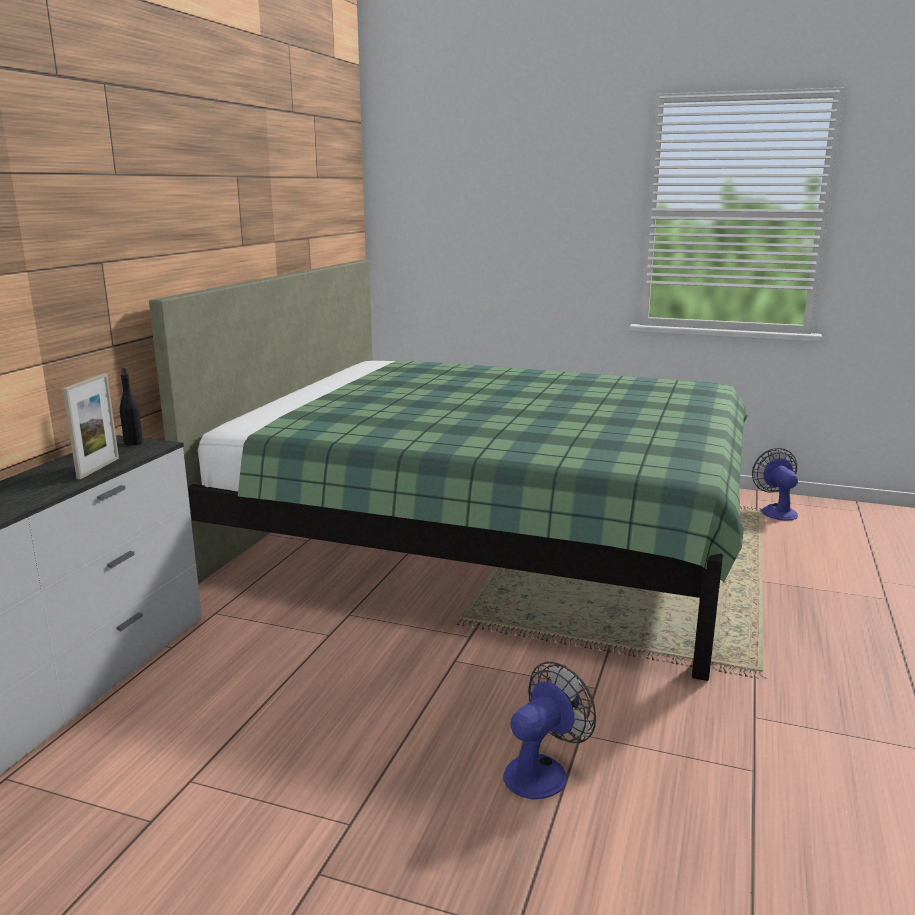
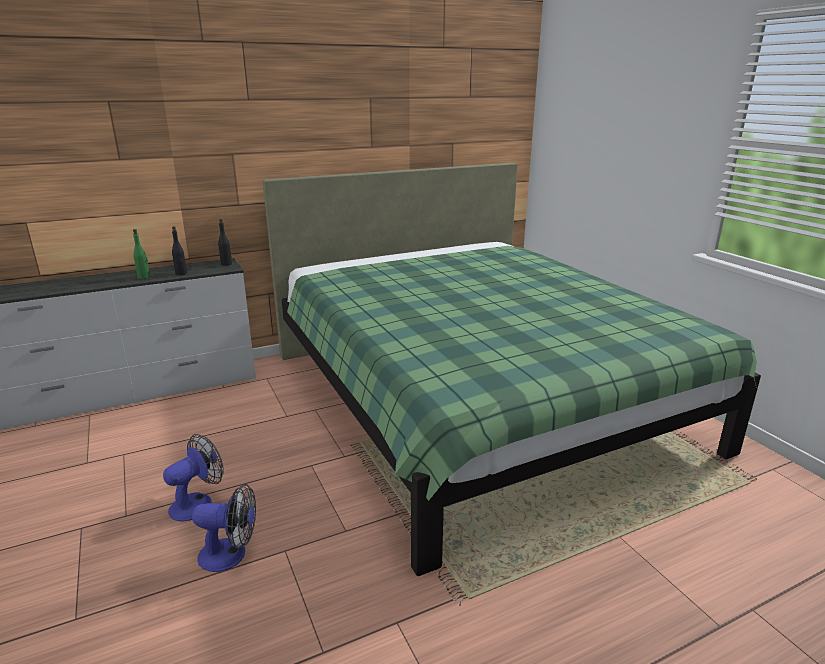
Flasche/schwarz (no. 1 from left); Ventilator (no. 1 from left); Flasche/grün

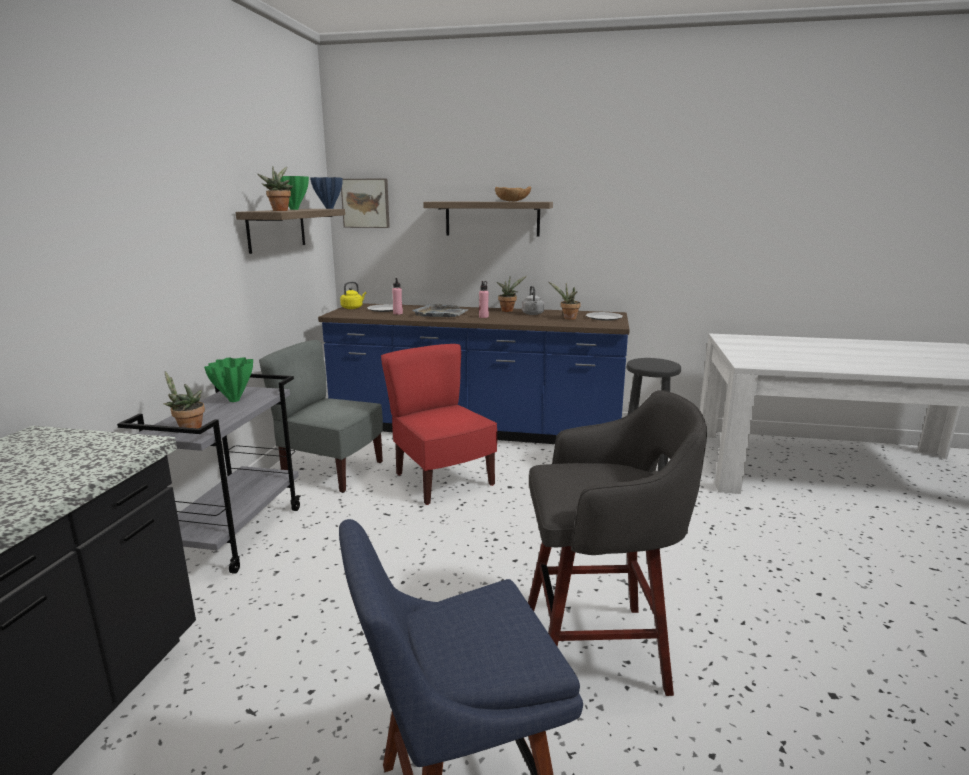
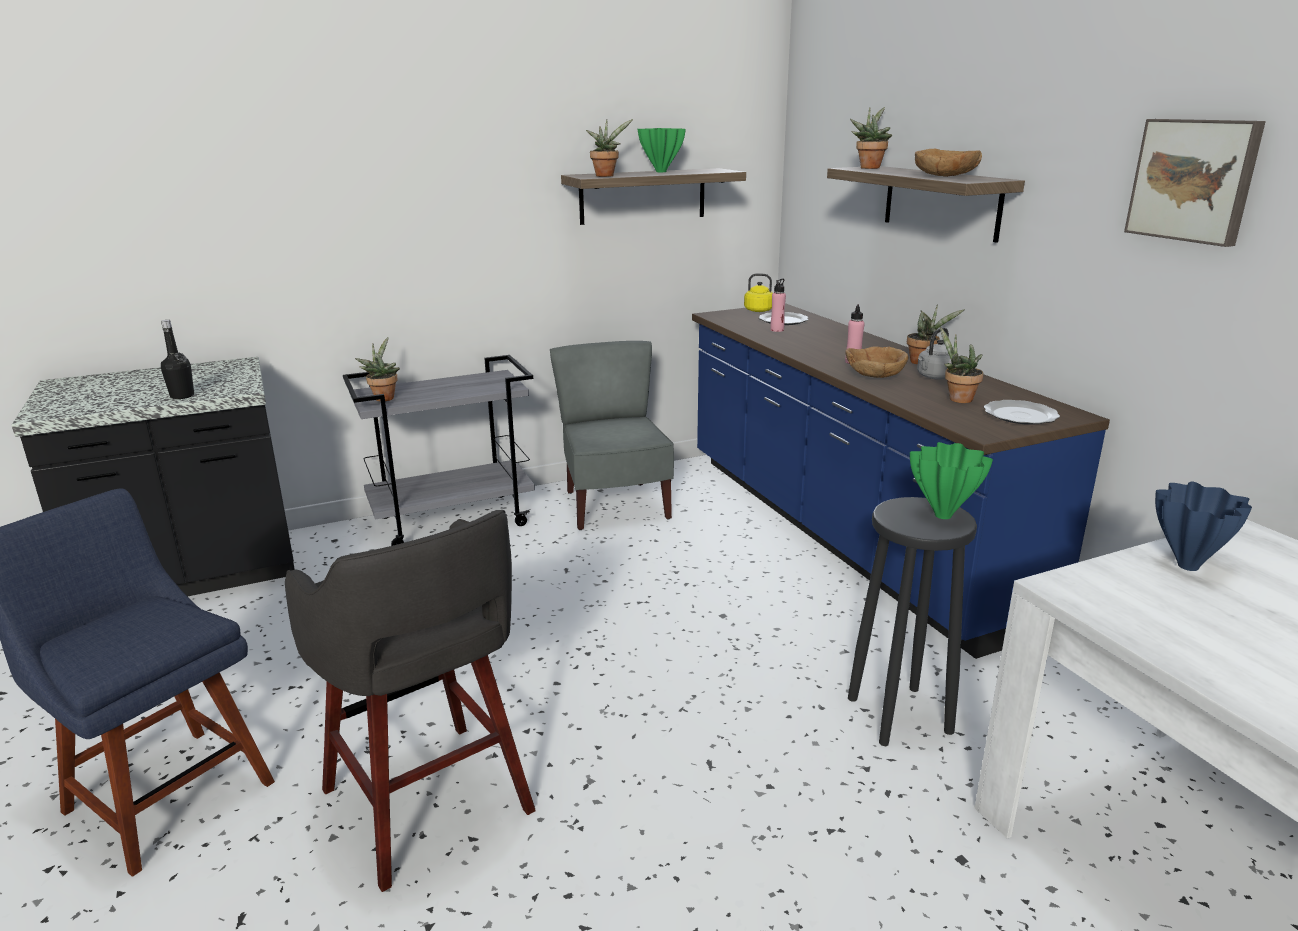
Vase/blau; Bild; Tablett/grau; Stuhl/rot; Vase/grün (no. 2 from left); Topfpflanze (no. 3 from left); Flasche/schwarz; Schüssel/braun (no. 1 from left)

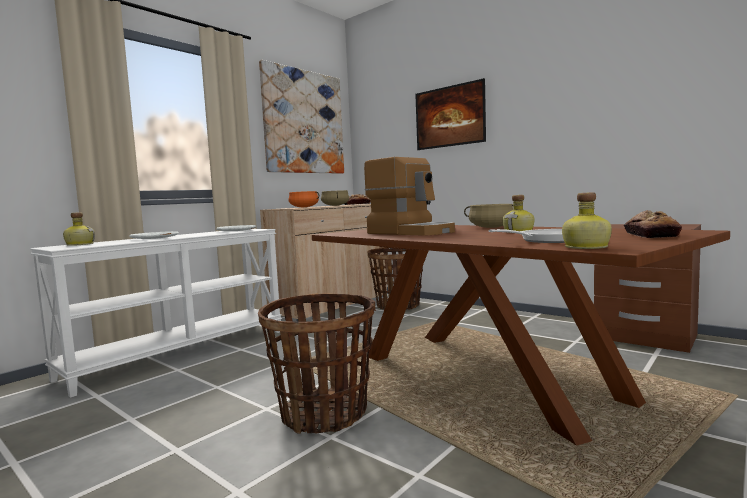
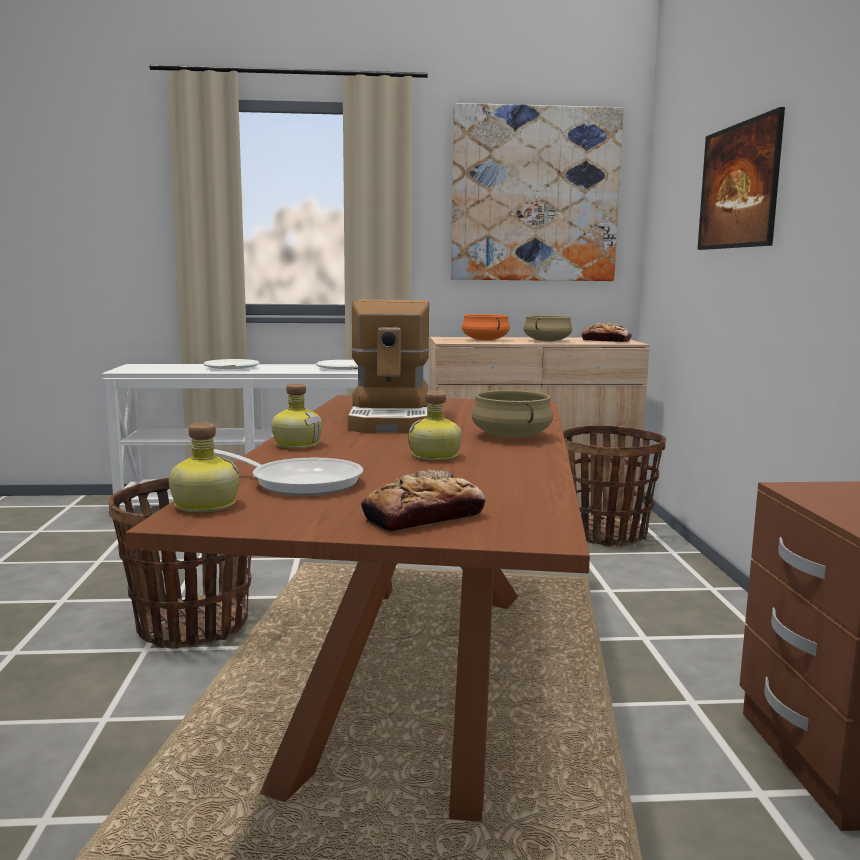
Flasche (no. 2 from left)

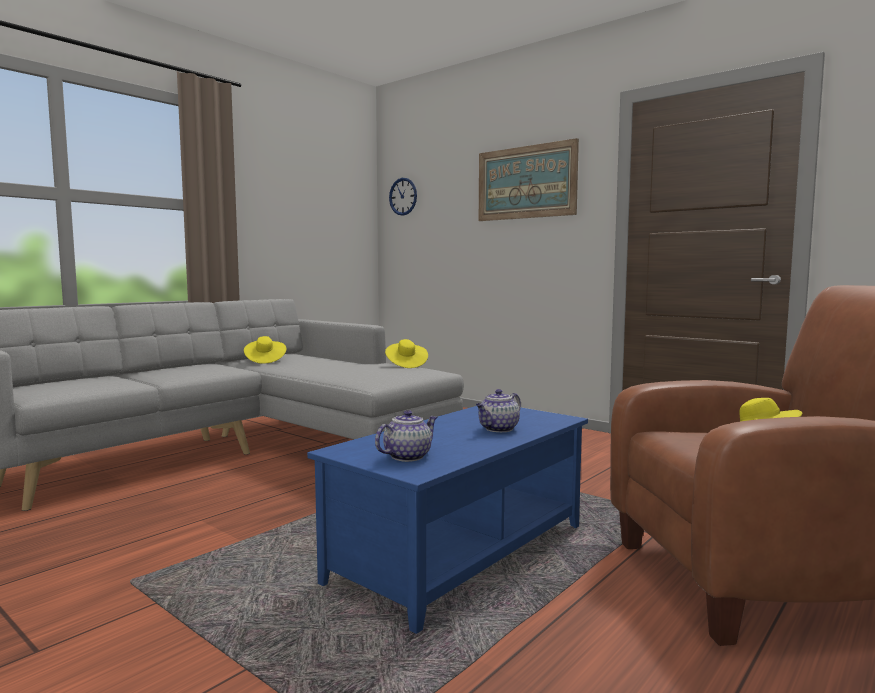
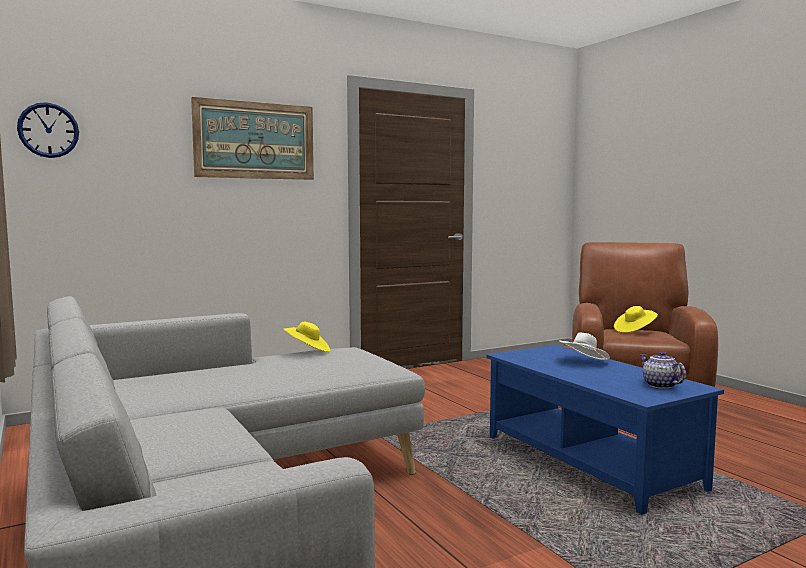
Hut/gelb (no. 1 from left in the first image); Hut/weiß

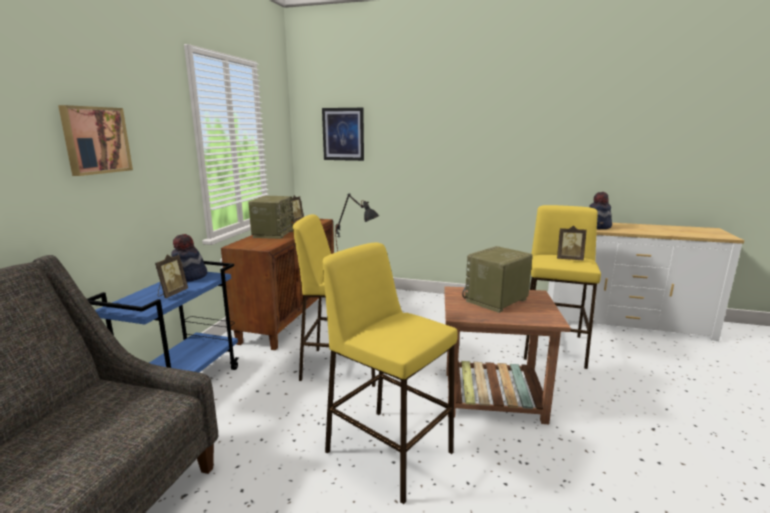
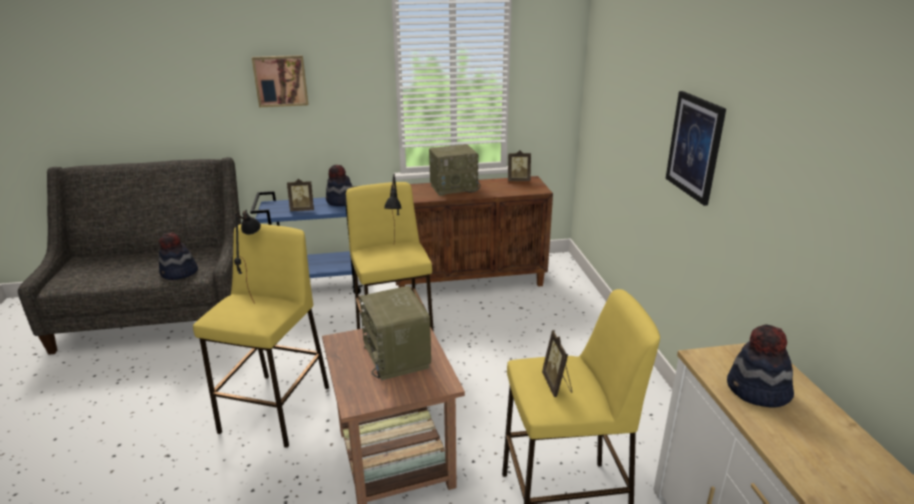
Bild (no. 2 from left); Radio (no. 1 from left); Tischlampe/schwarz (no. 1 from left); Hut (no. 1 from left)

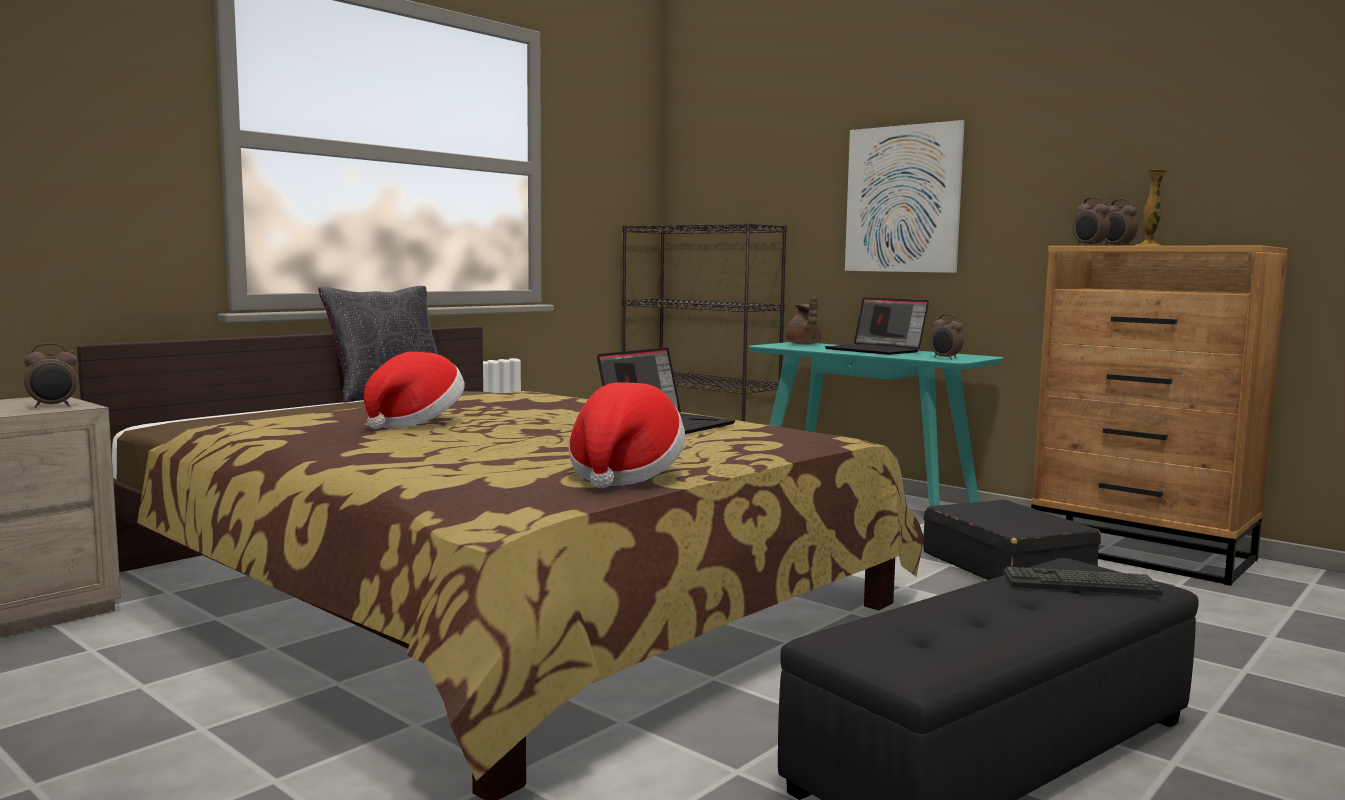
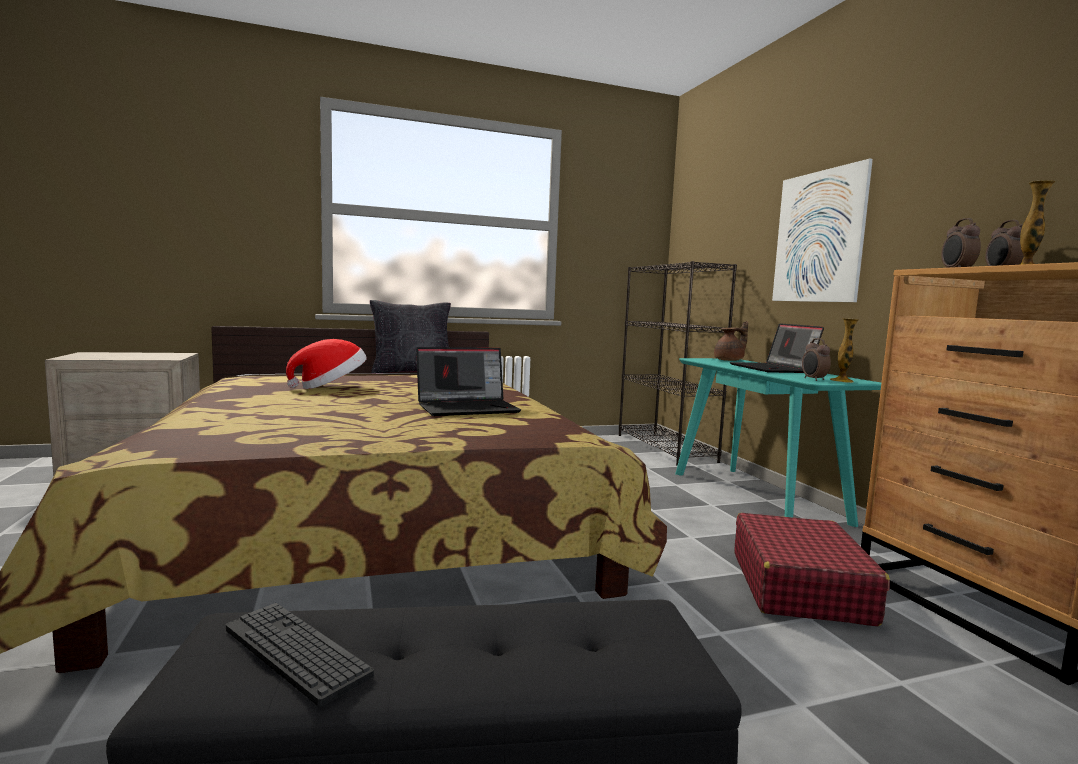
Teekanne/braun; Wecker (no. 1 from left in the first image); Hut (no. 2 from left in the first image); Koffer/rot; Tastatur; Vase (no. 1 from left)

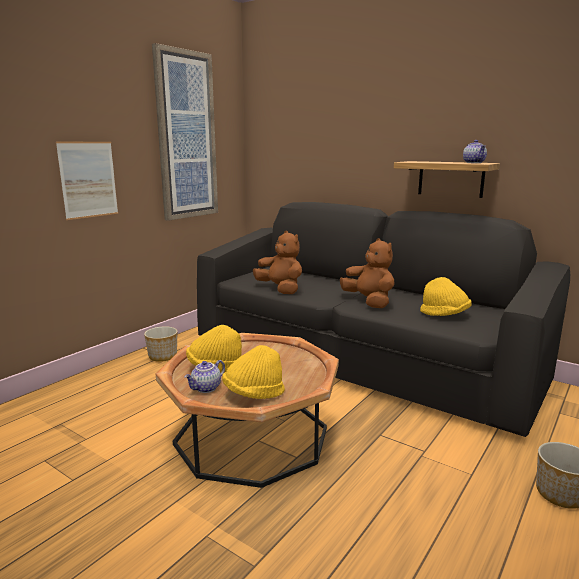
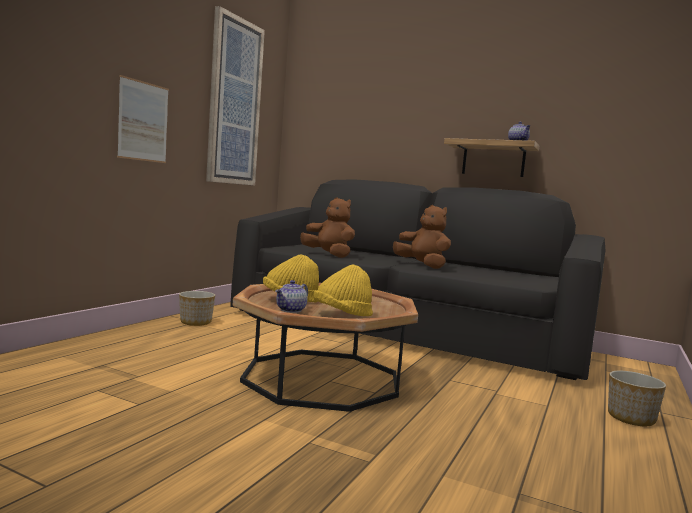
Hut/gelb (no. 3 from left in the first image)

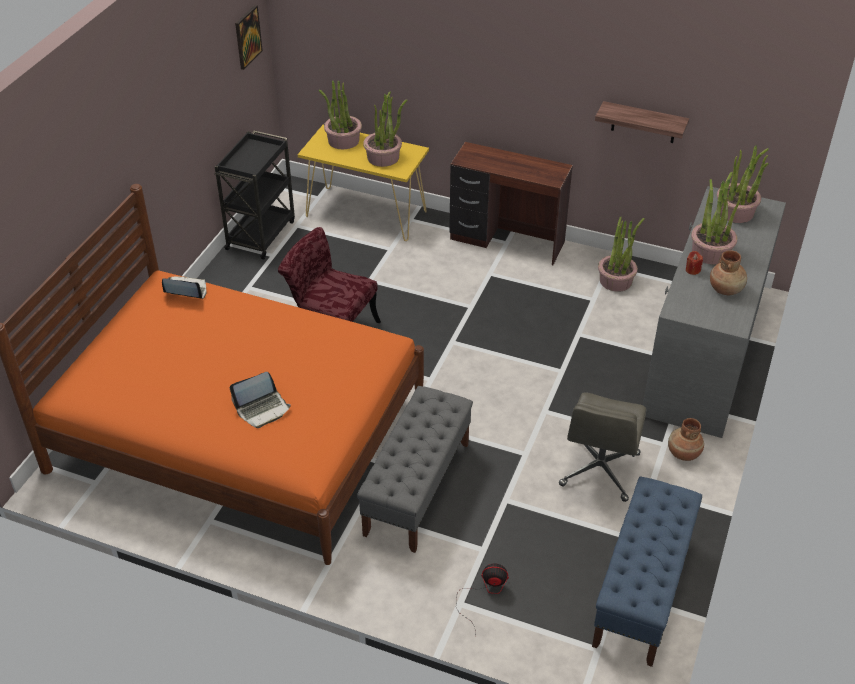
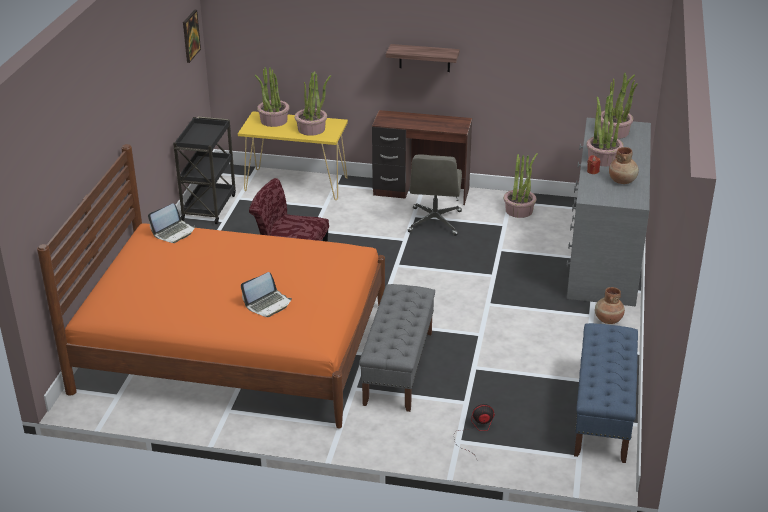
Wandregal; Laptop (no. 1 from left); Bürostuhl/grau

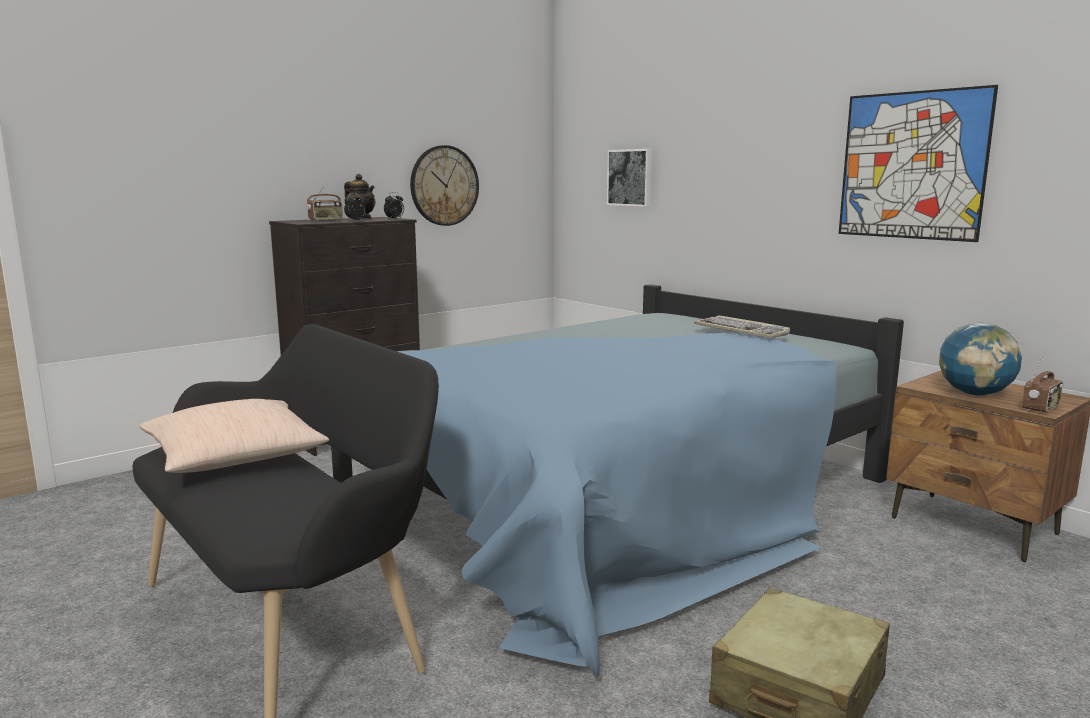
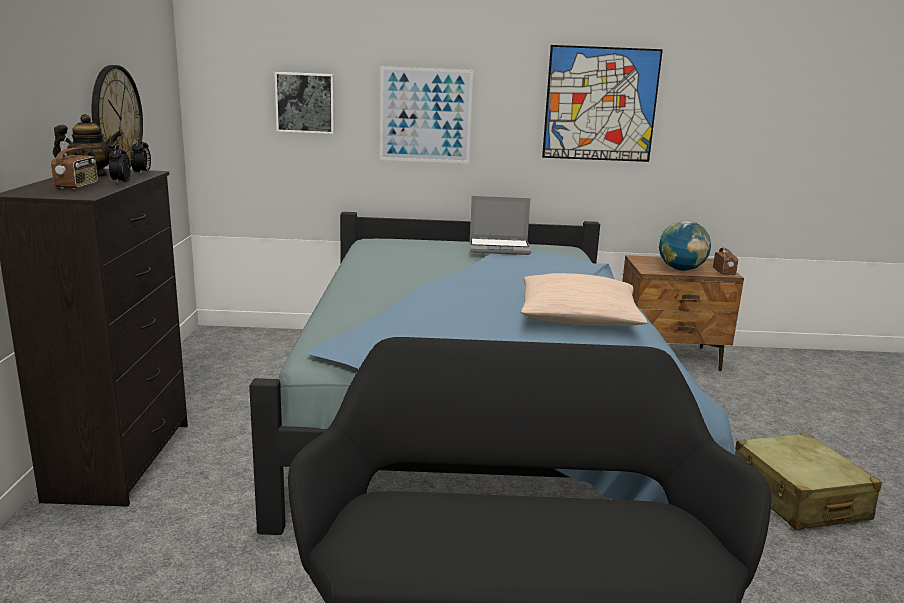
Laptop; Kissen/beige; Bild (no. 2 from left)

